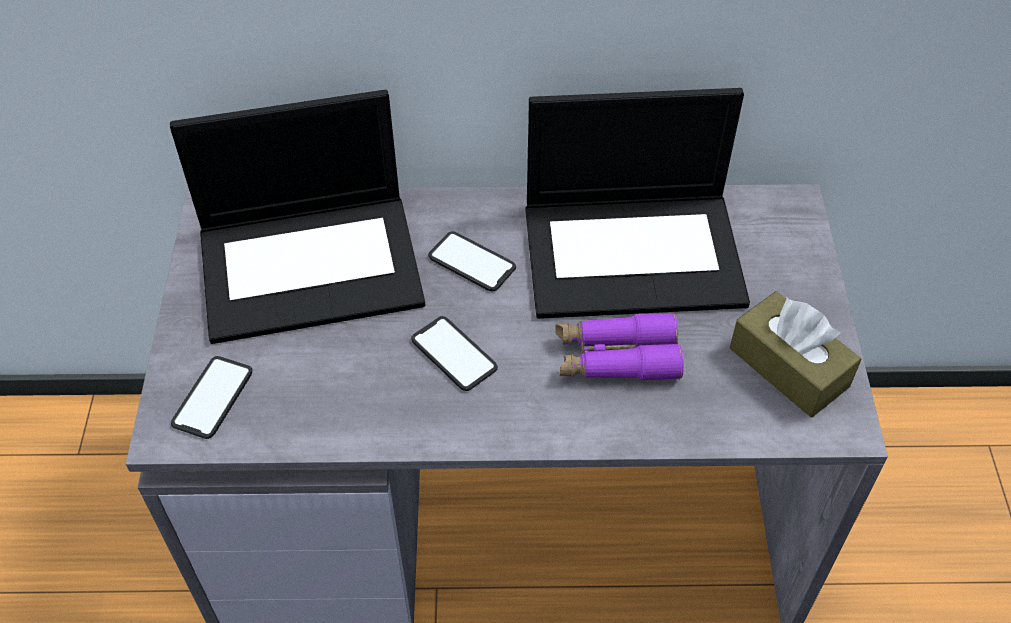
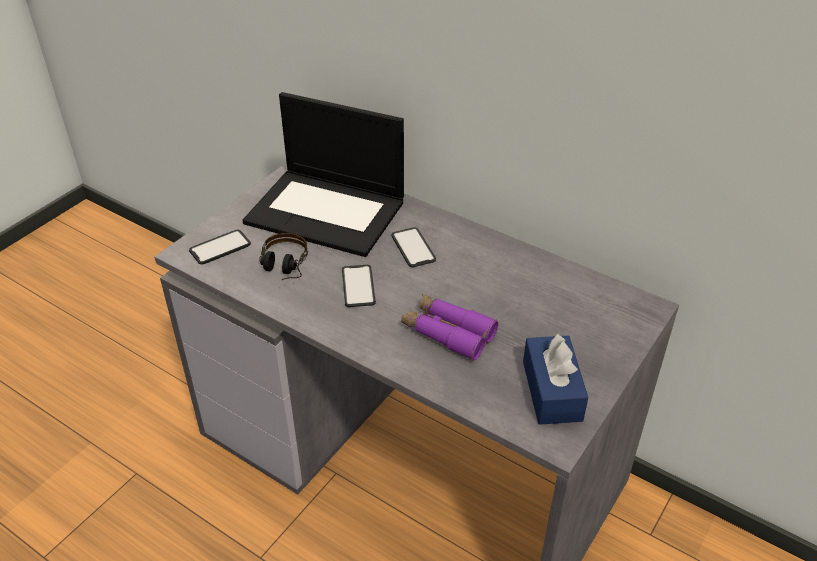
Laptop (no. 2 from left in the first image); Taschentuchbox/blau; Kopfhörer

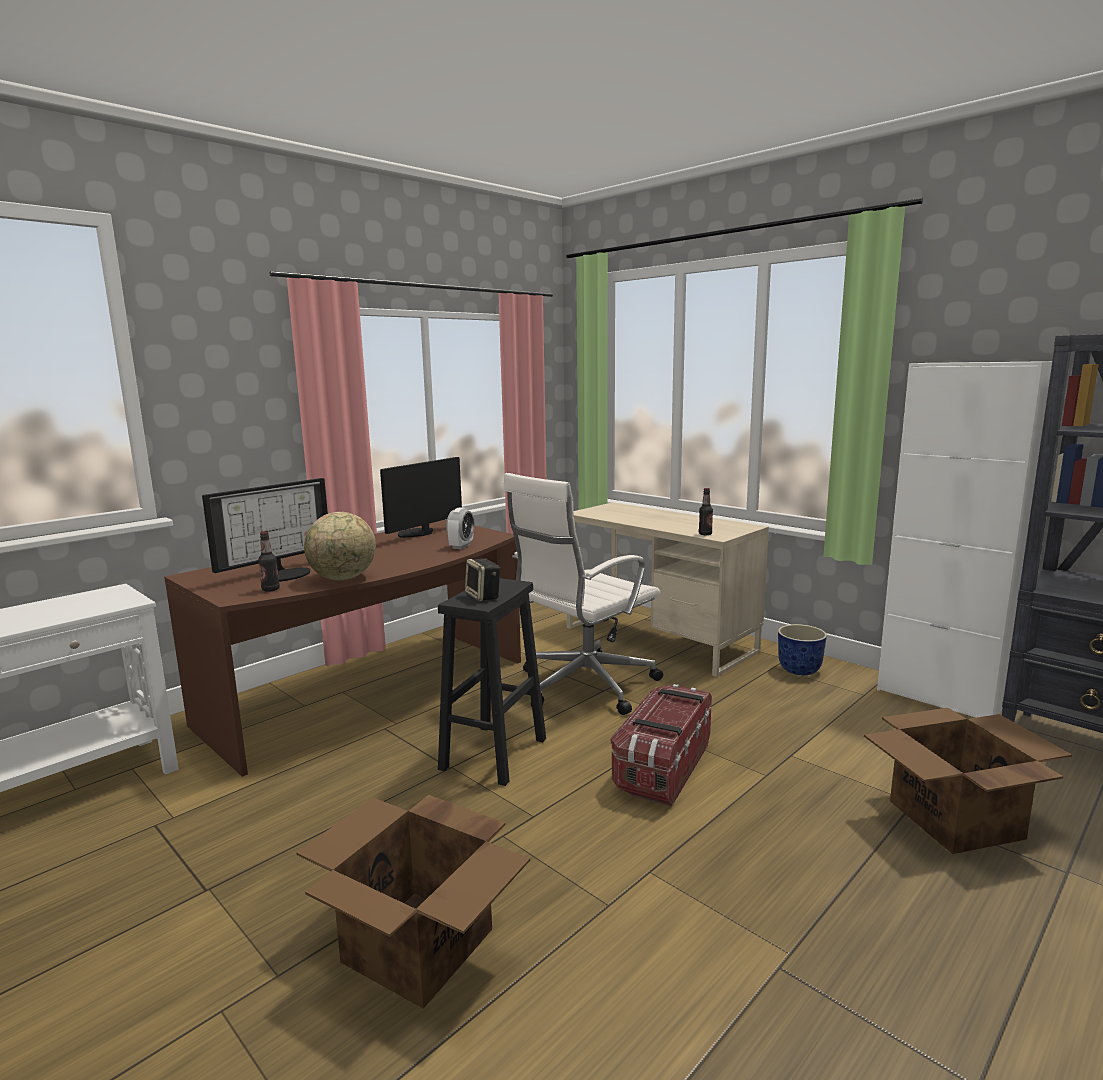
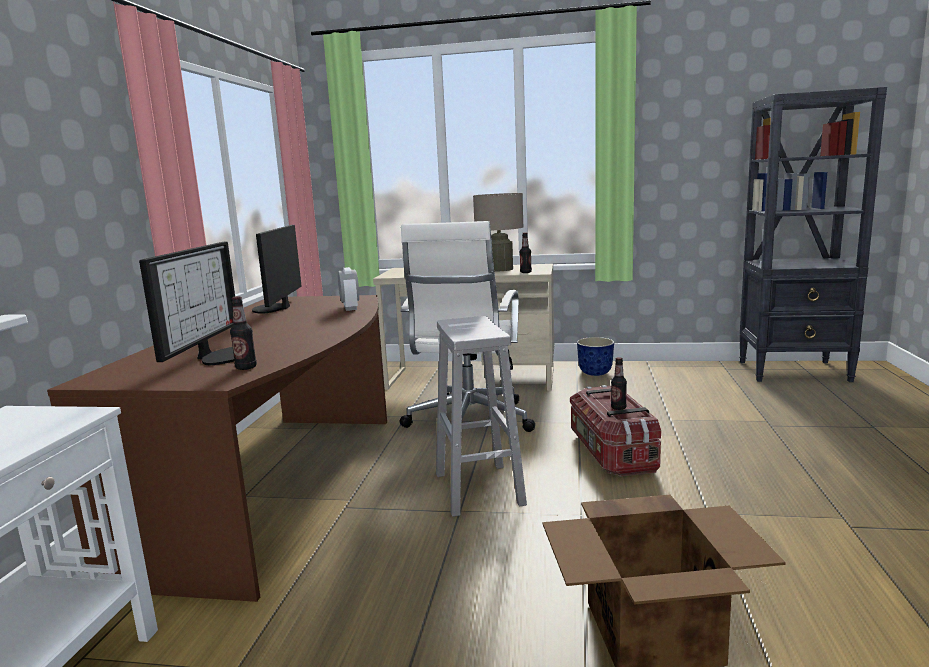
Schrank/weiß; Globus; Lautsprecher; Hocker/weiß; Karton (no. 2 from left in the first image); Tischlampe/beige; Flasche (no. 3 from left)

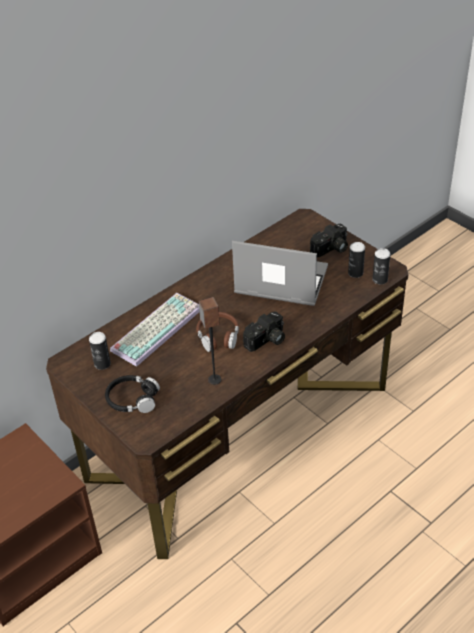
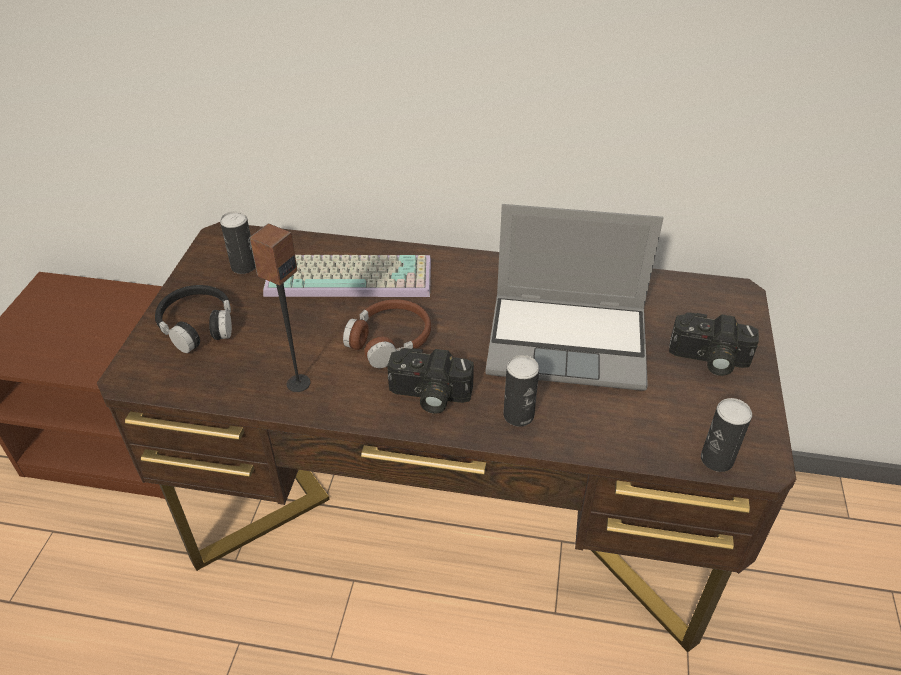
Laptop; Dose (no. 2 from left)

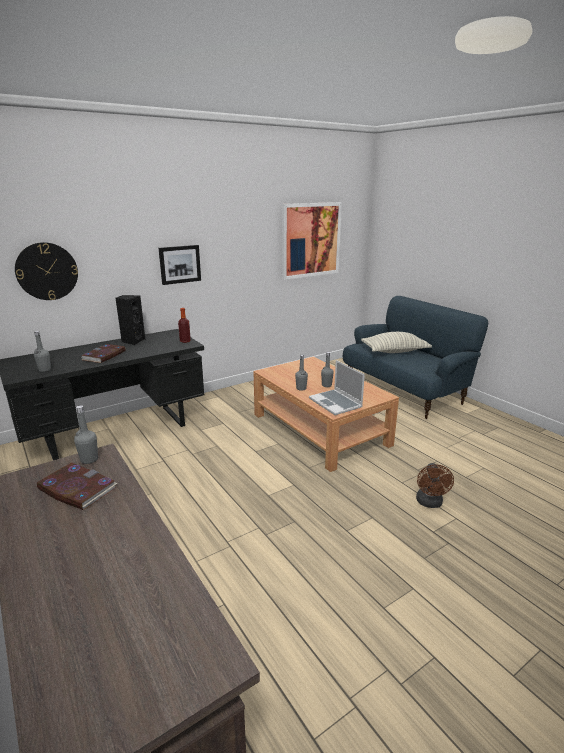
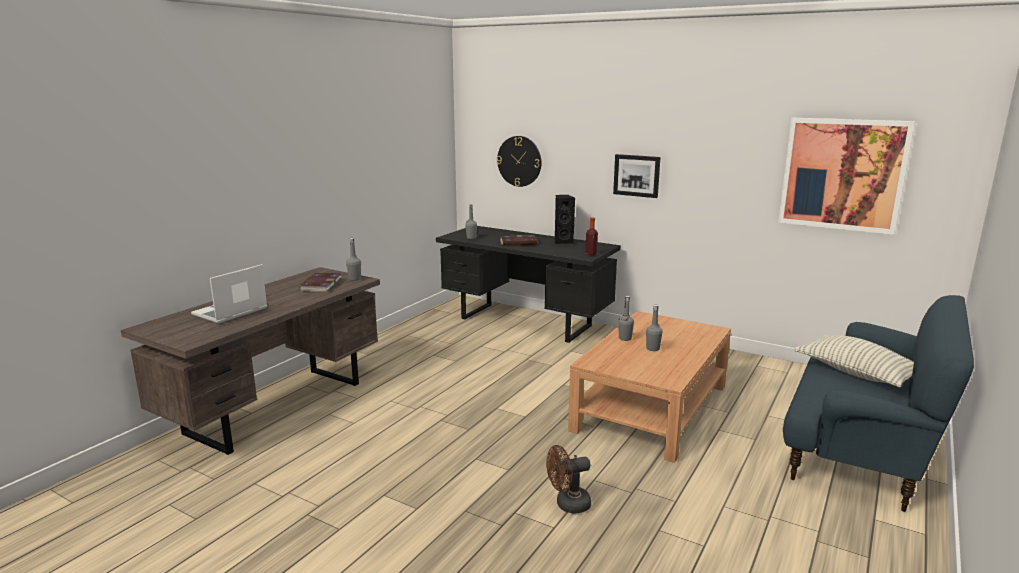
Laptop

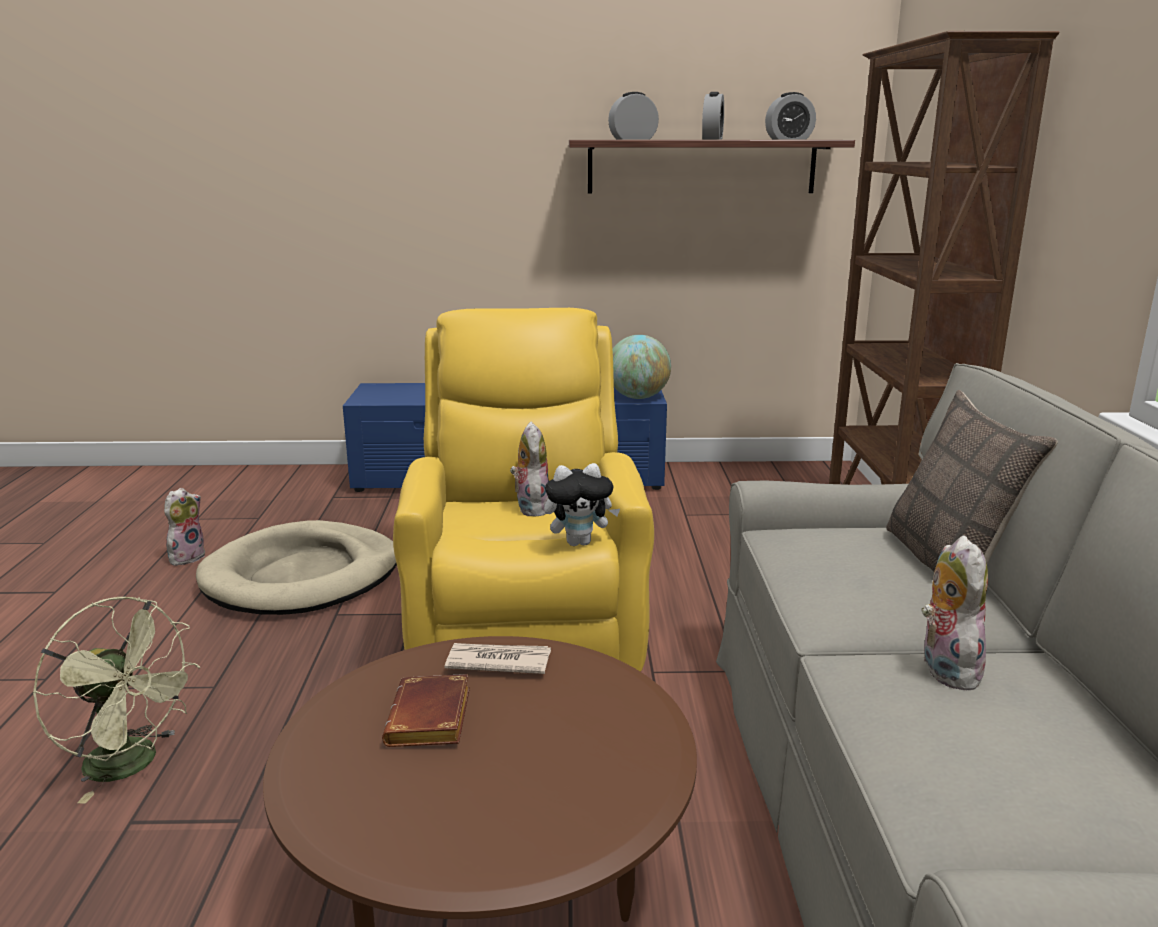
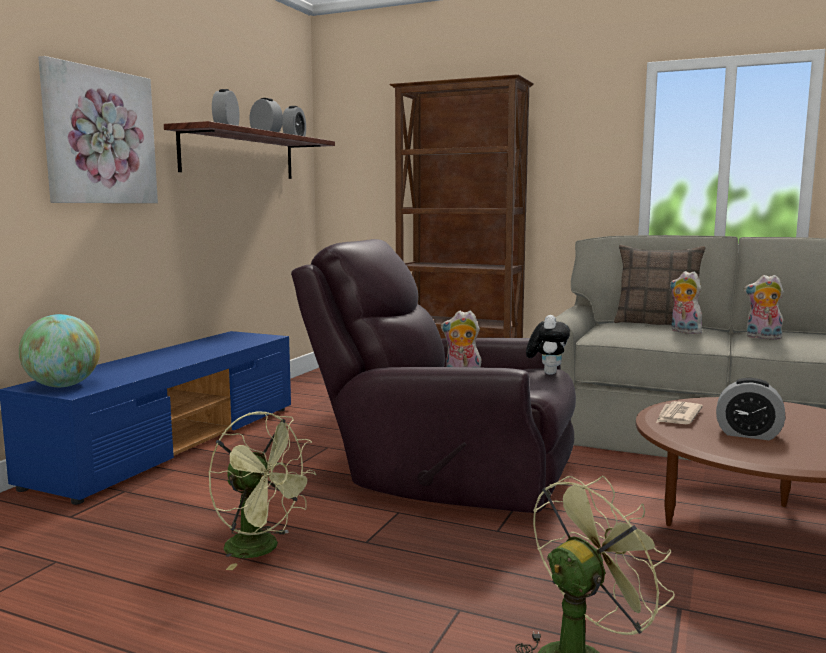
Sessel/braun; Globus; Plüschtier (no. 3 from left); Ventilator/grün (no. 1 from left); Wecker (no. 4 from left); Bild

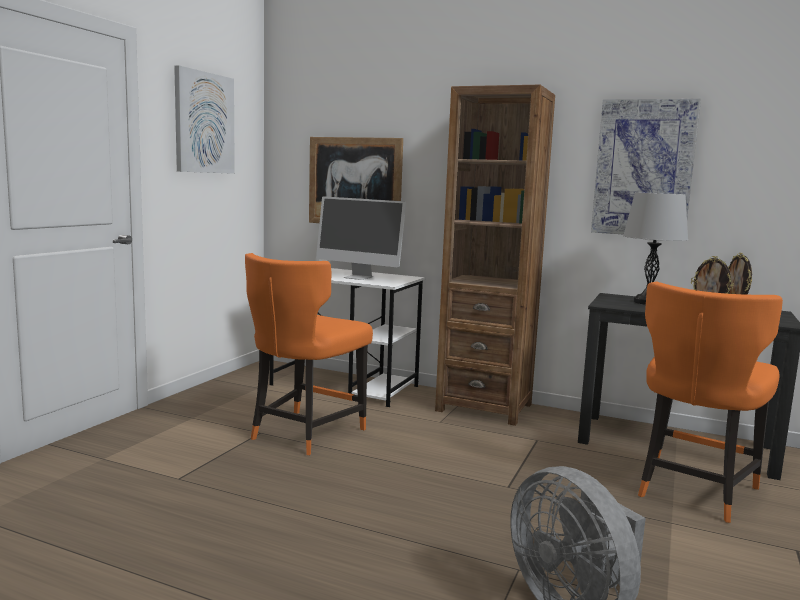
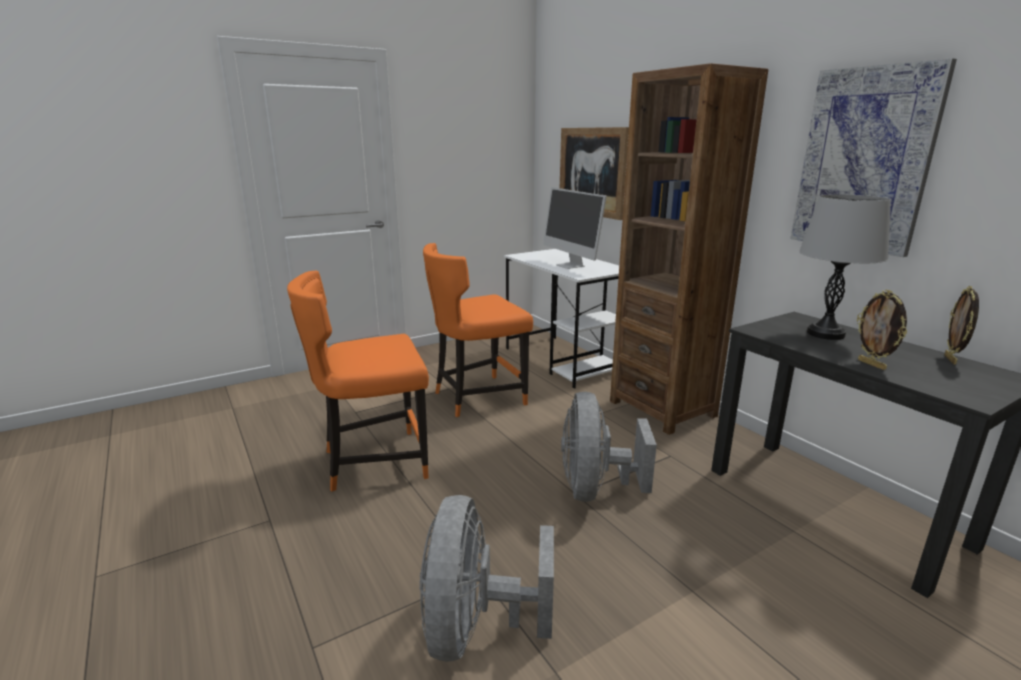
Bild (no. 1 from left in the first image); Stuhl/orange (no. 1 from left); Ventilator/grau (no. 2 from left)

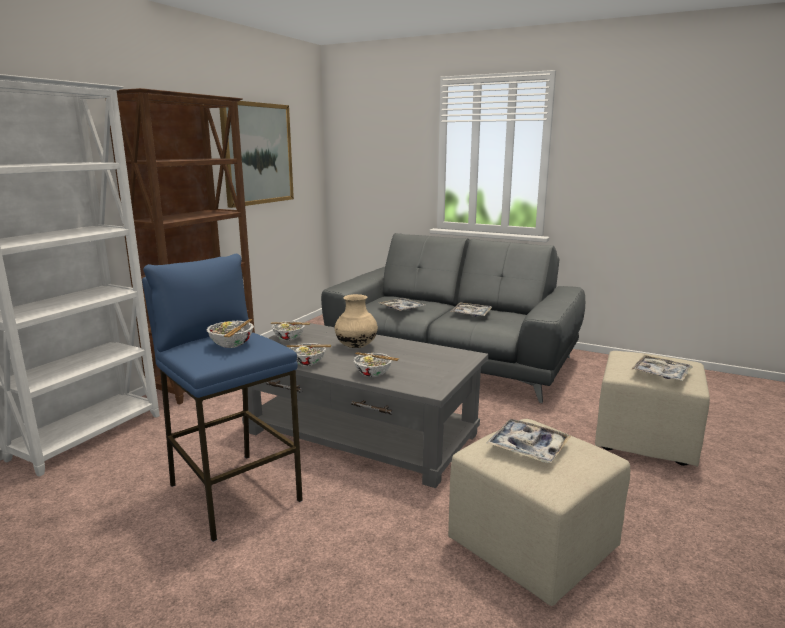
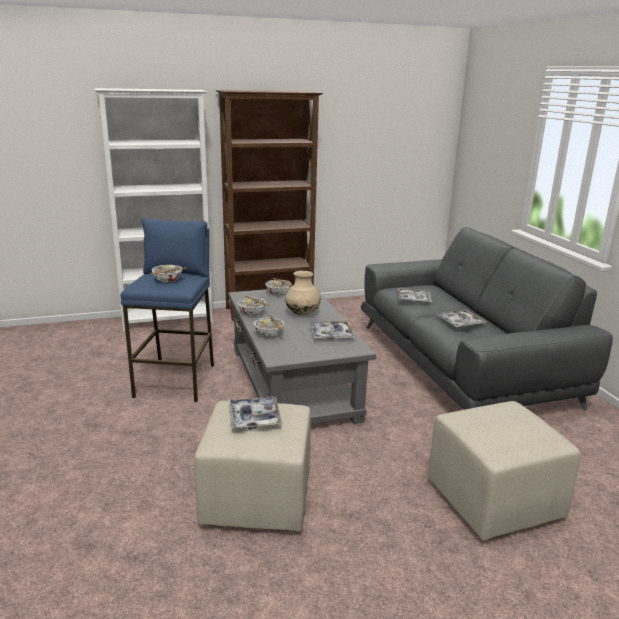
Bild; Tablett (no. 2 from left)

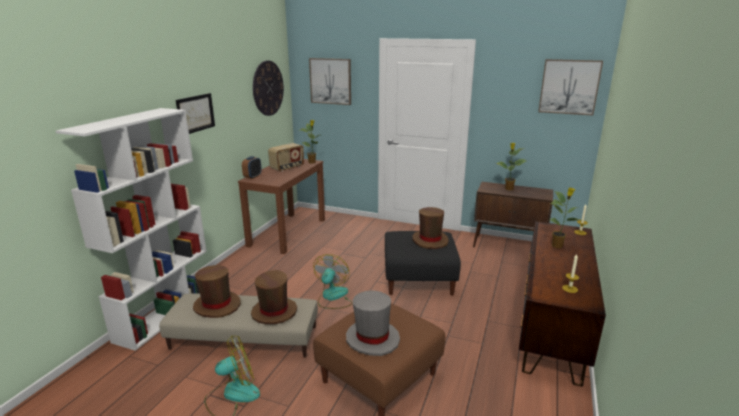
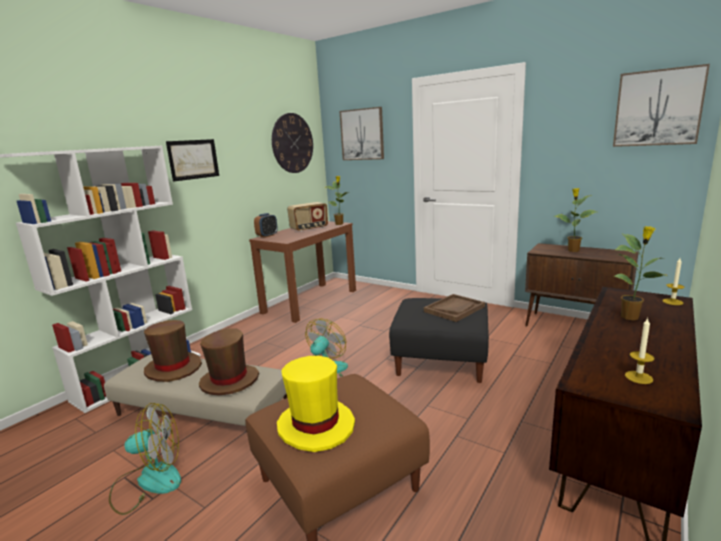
Tablett/braun; Hut/gelb

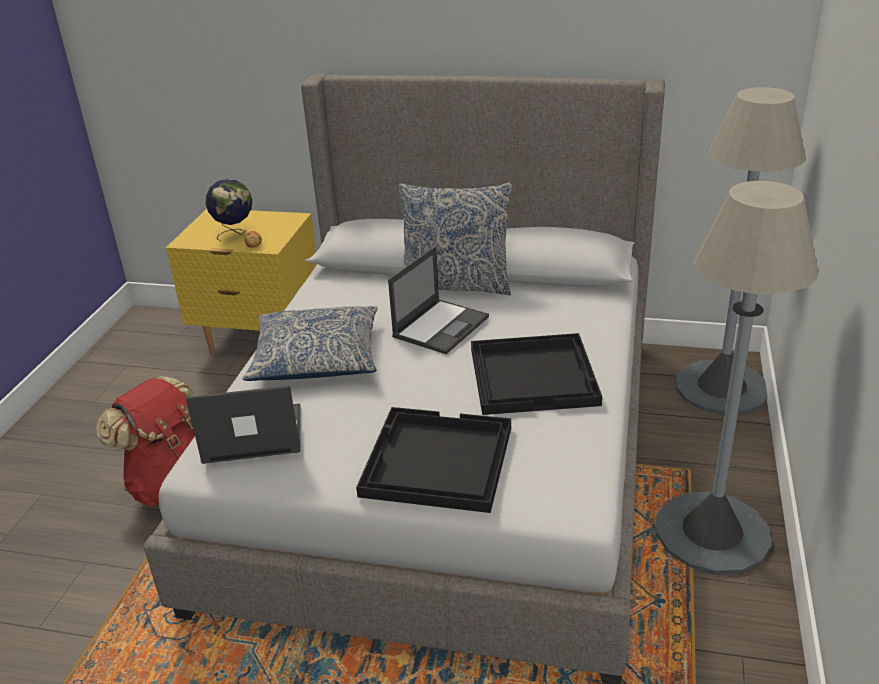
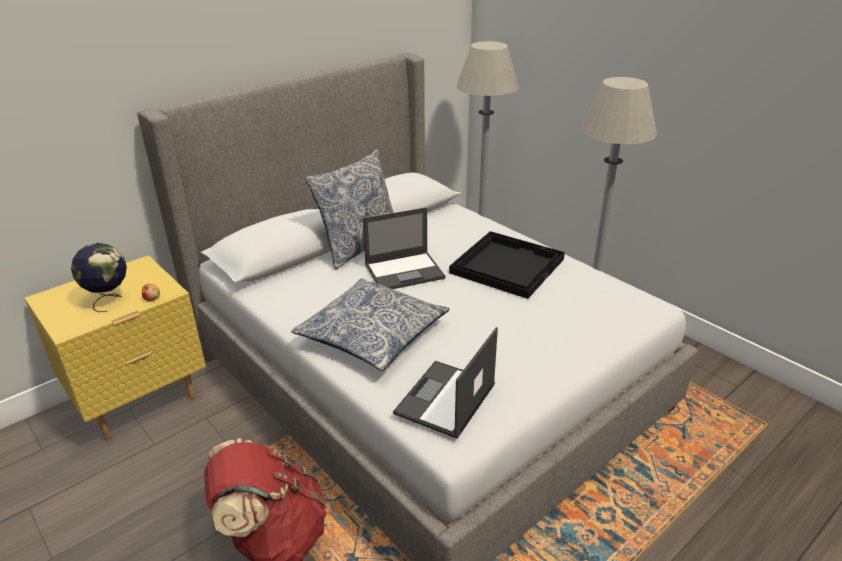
Laptop (no. 1 from left); Tablett/schwarz (no. 1 from left in the first image)

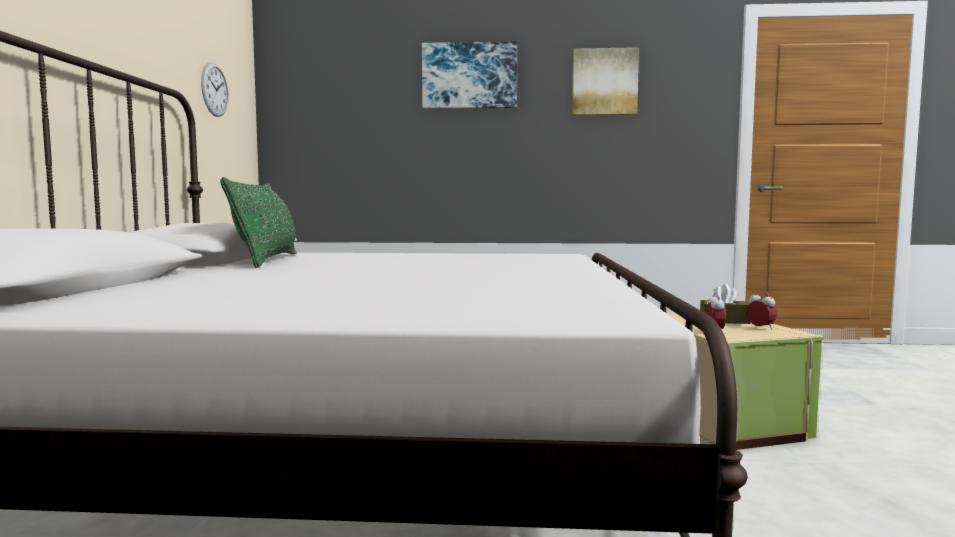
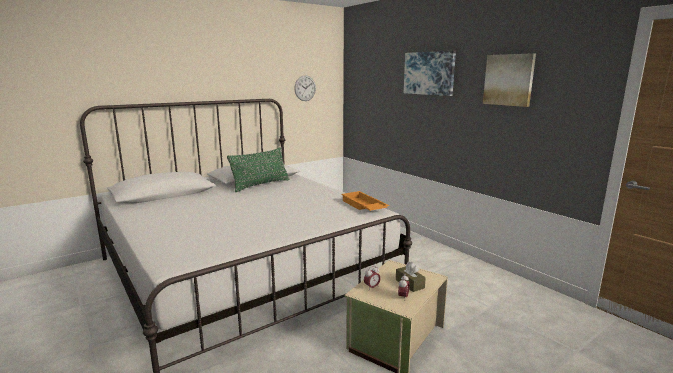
Tablett/orange

